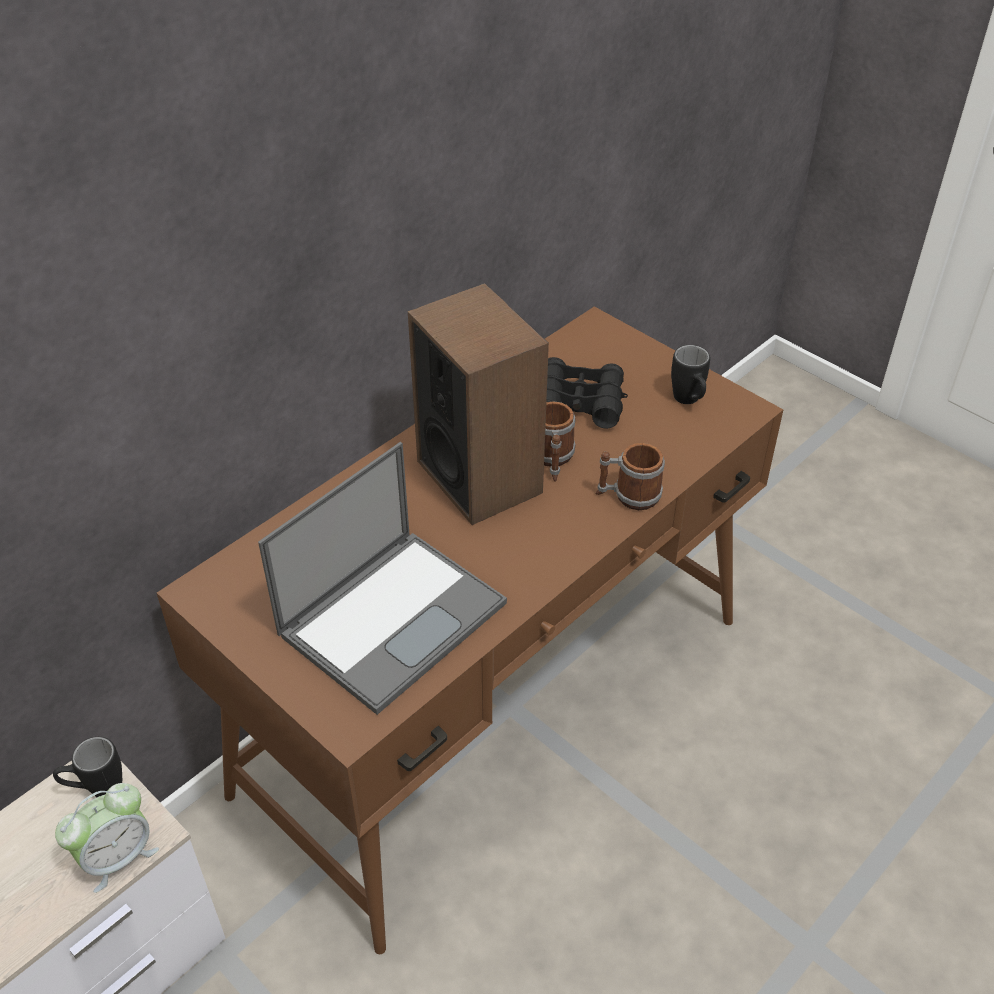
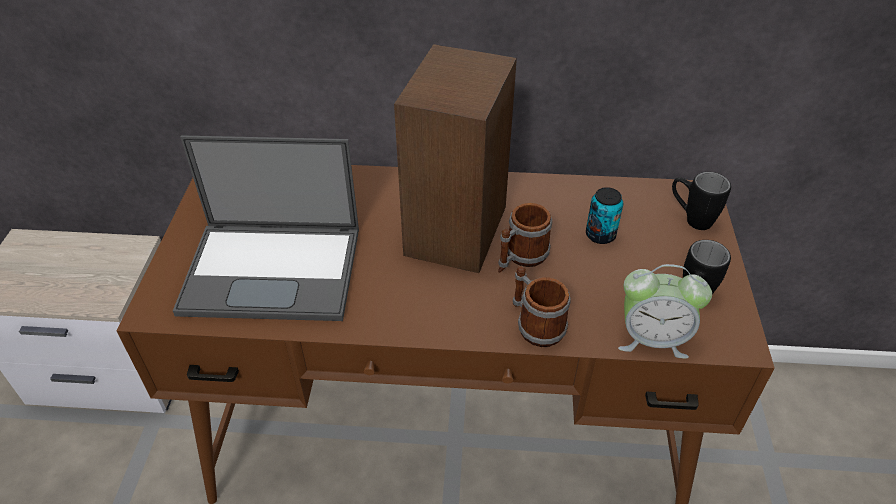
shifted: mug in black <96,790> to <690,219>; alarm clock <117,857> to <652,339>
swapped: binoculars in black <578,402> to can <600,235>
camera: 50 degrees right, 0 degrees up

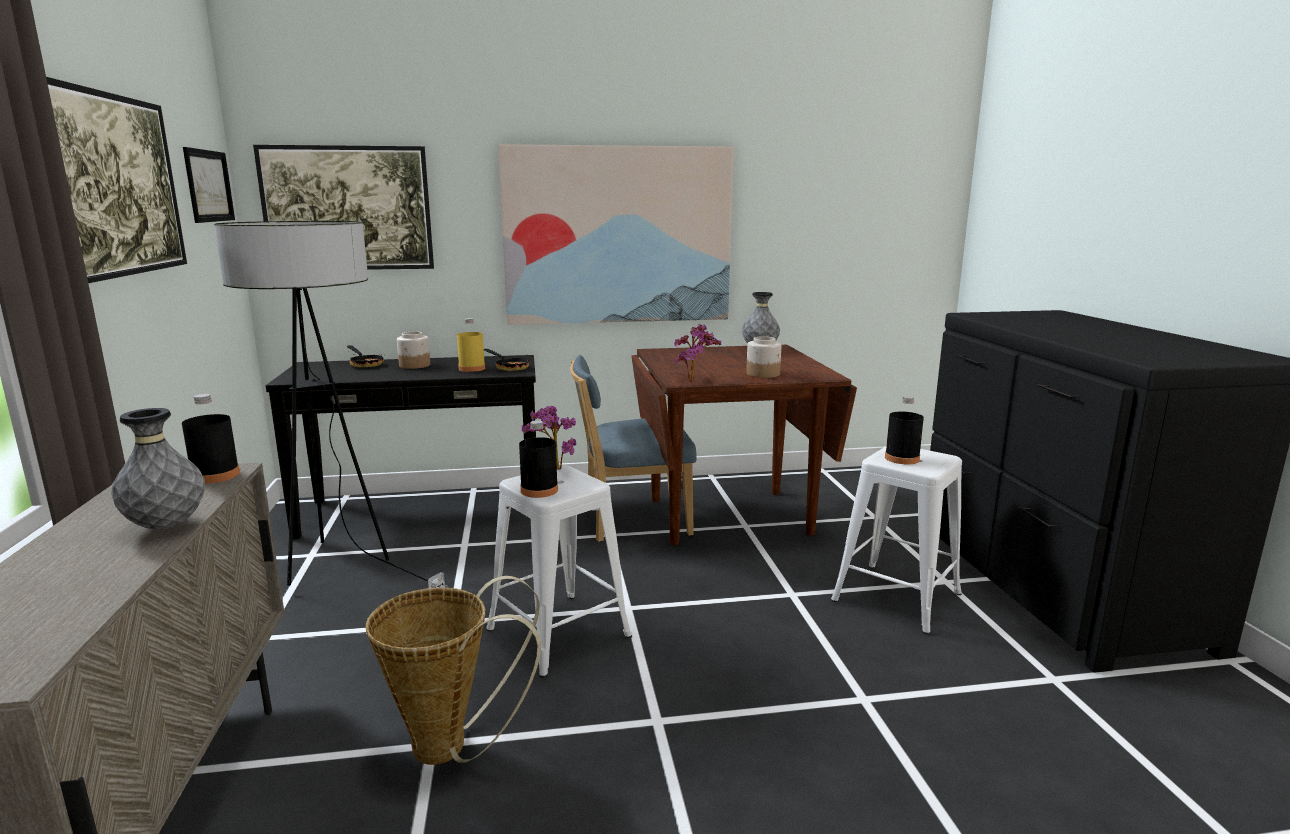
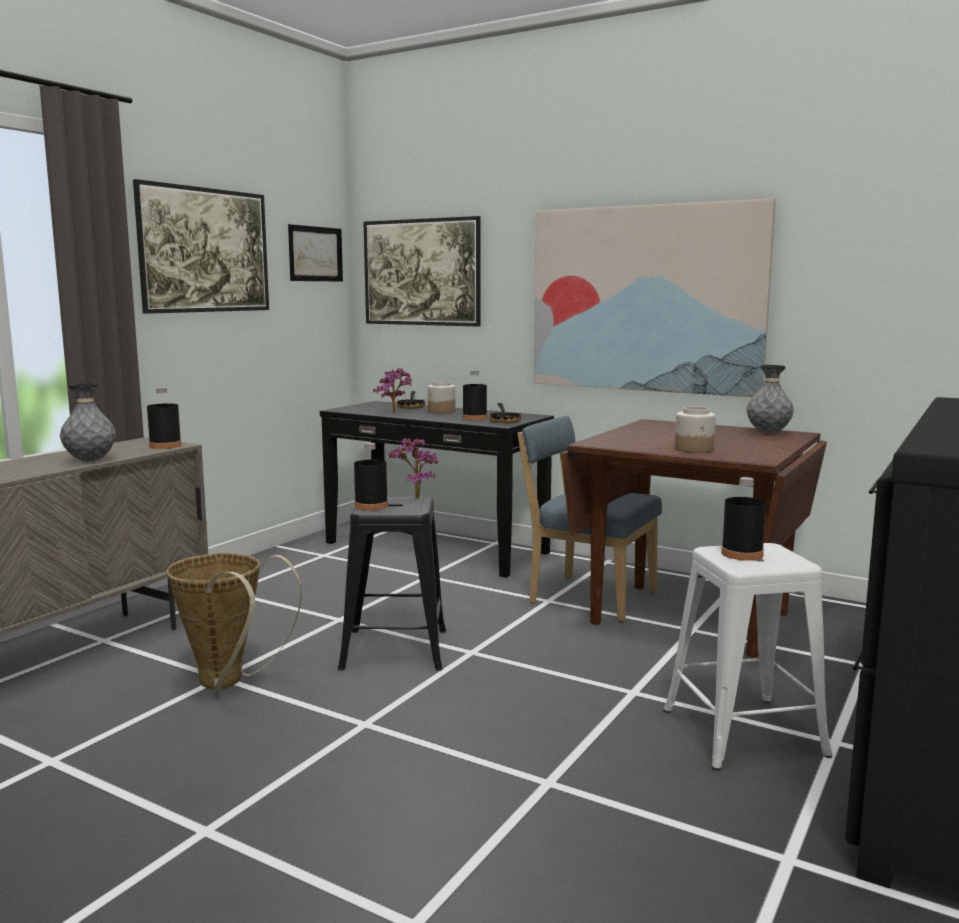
gone: floor lamp <340,570>
shifted: potted plant <694,381> to <395,413>
repainted: bottle in yellow <472,368> to bottle in black <474,418>; stool in white <559,632> to stool in black <395,649>
camera: 40 degrees right, 5 degrees down

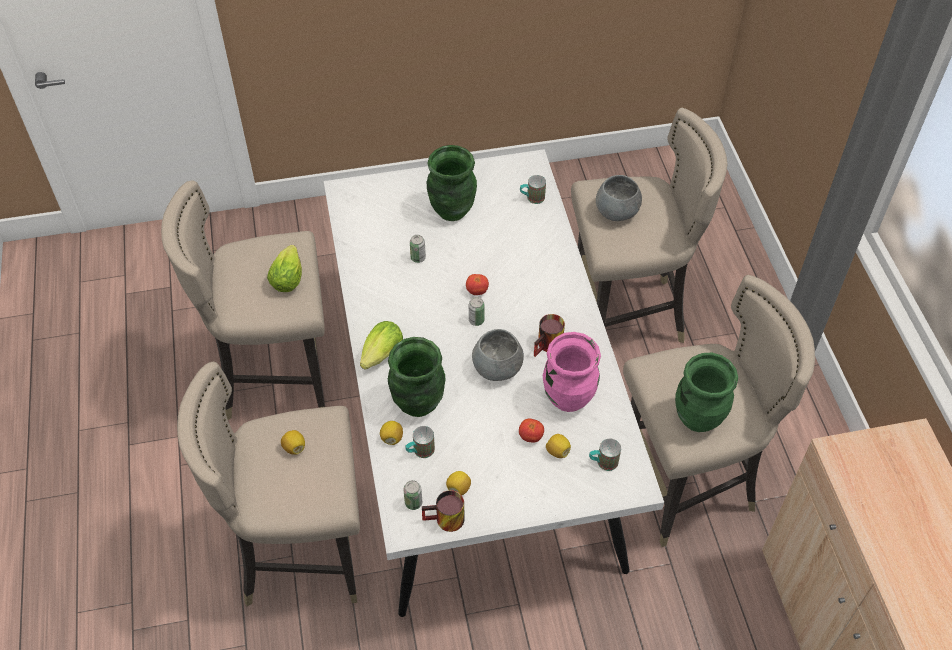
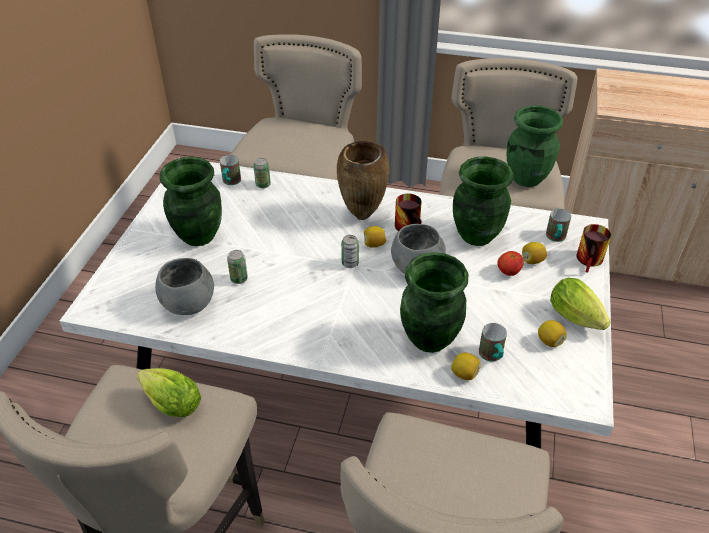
gone: tomato <477,291>
new: vase in brown <362,217>
shifted: bowl in grey <617,212> to <189,303>; lettuce <380,357> to <578,319>; lemon <294,447> to <374,244>; can <413,503> to <263,185>; mug <445,521> to <591,261>
repainted: vase in pink <568,398> to vase in green <476,235>
camera: 65 degrees left, 10 degrees down

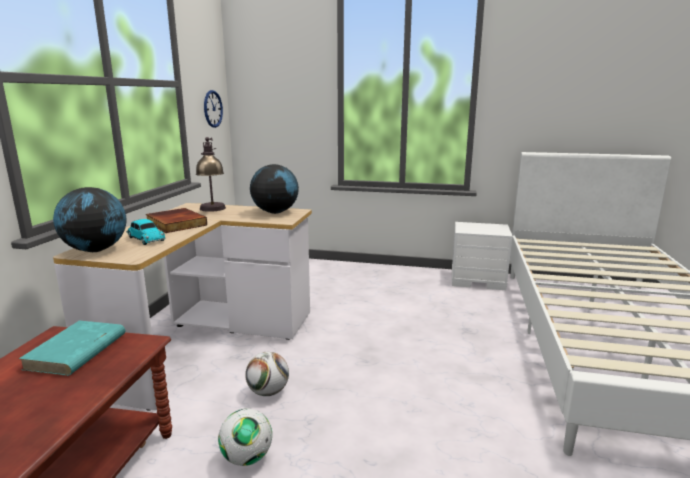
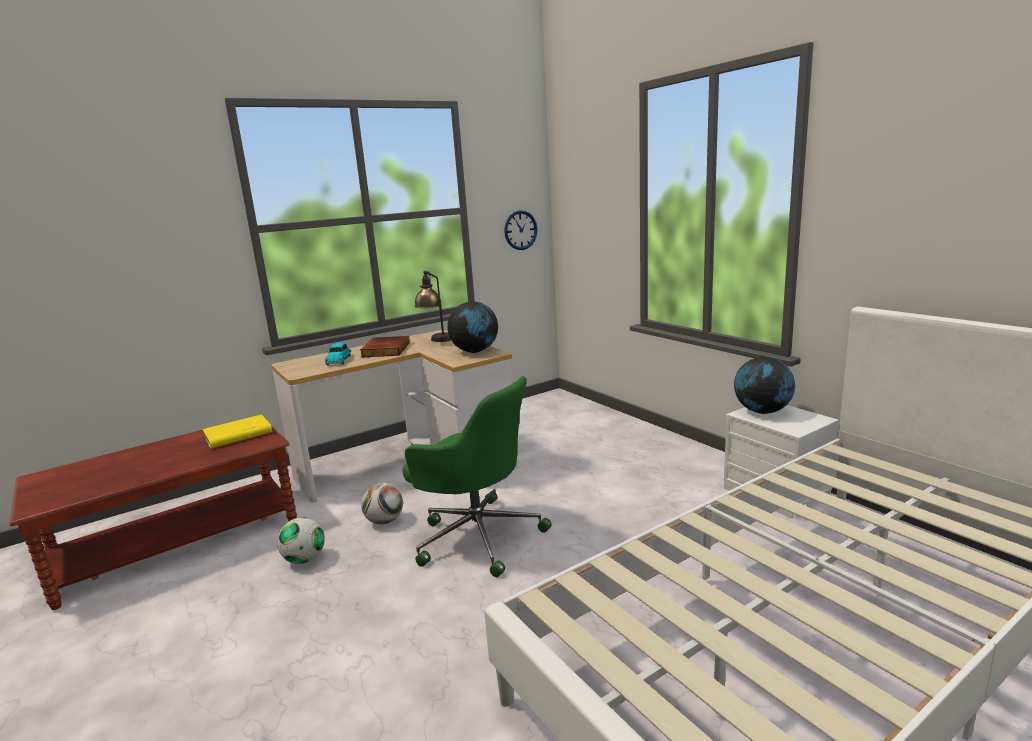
new: office chair in green <477,535>
shifted: globe <96,250> to <762,412>
repainted: book in turquoise <76,352> to book in yellow <237,435>
camera: 45 degrees right, 0 degrees up

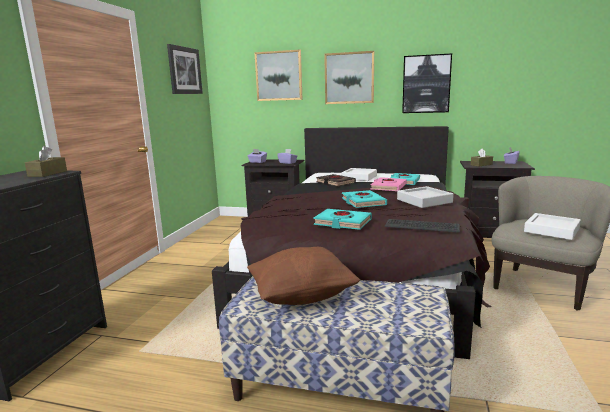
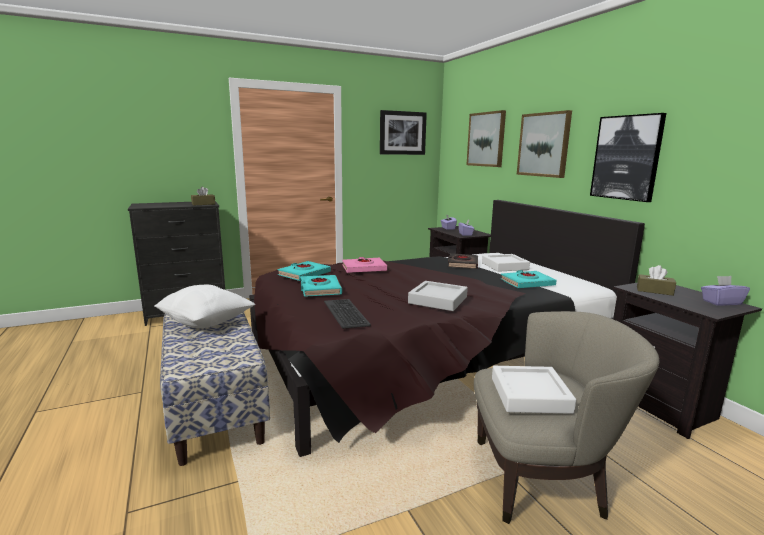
shifted: book in pink <388,187> to <364,268>; book in turquoise <363,202> to <304,274>
repainted: pillow in brown <302,296> to pillow in white <206,323>
camera: 50 degrees right, 0 degrees up

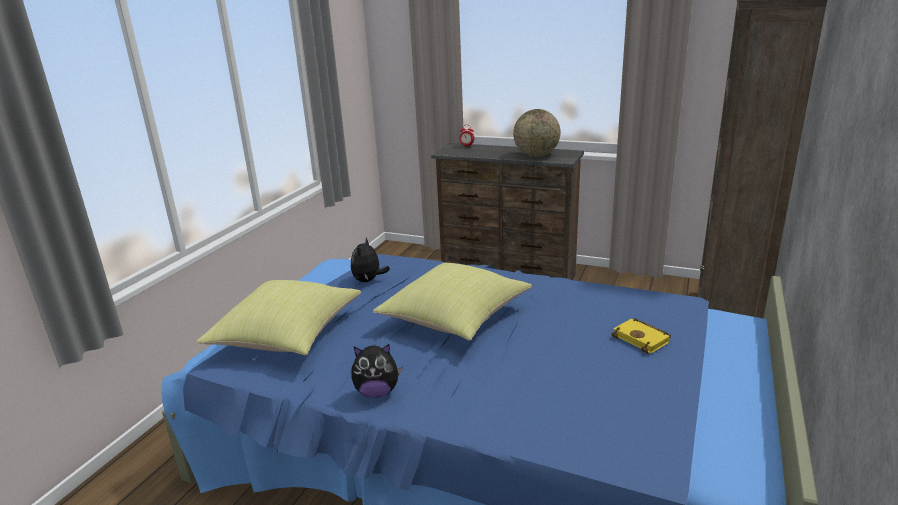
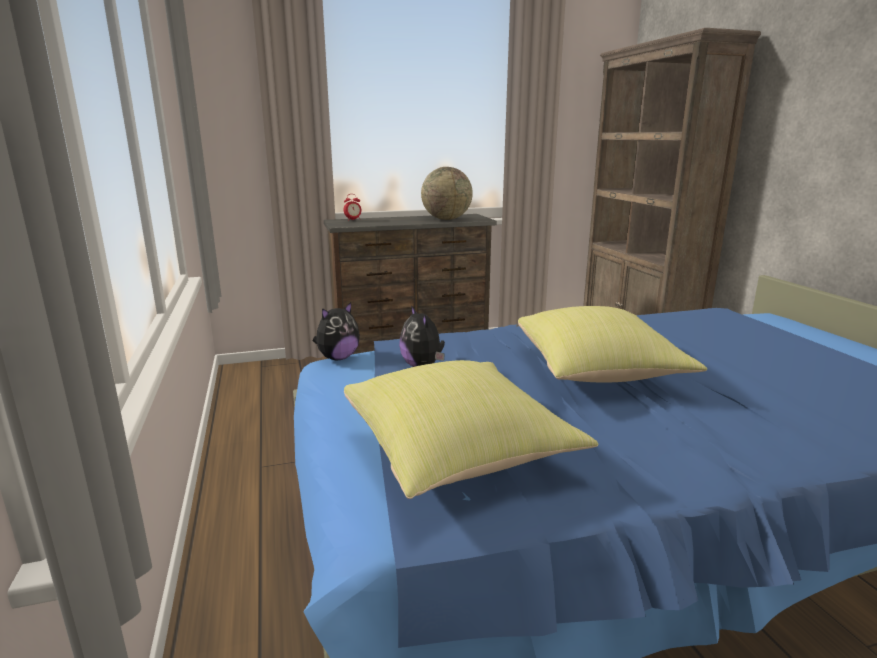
gone: book in yellow <643,339>
shifted: plush toy <377,392> to <338,358>
camera: 40 degrees left, 5 degrees down

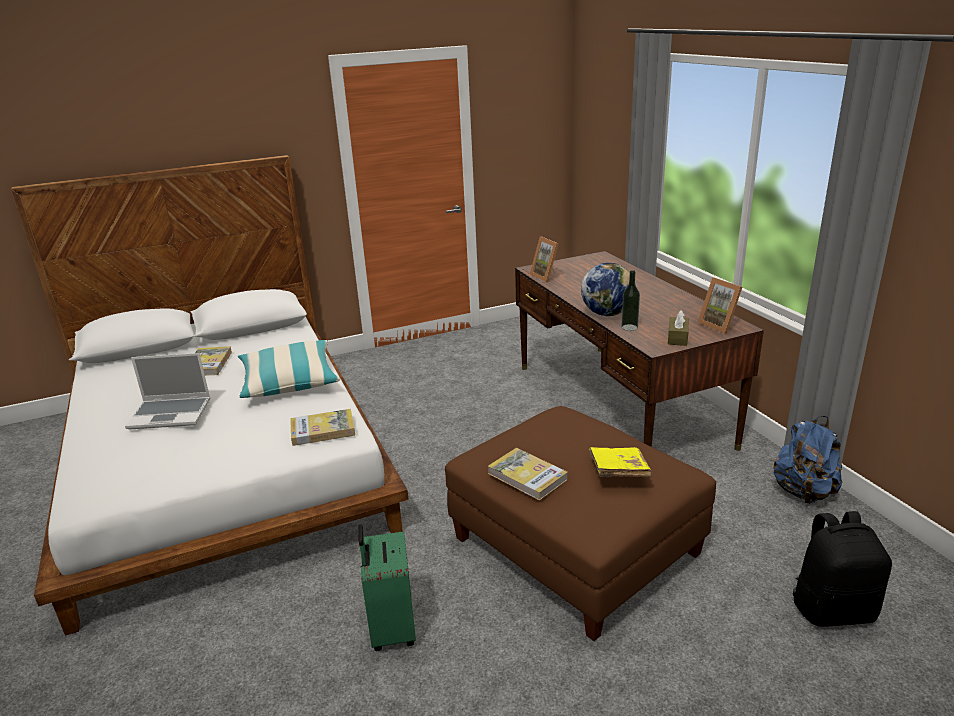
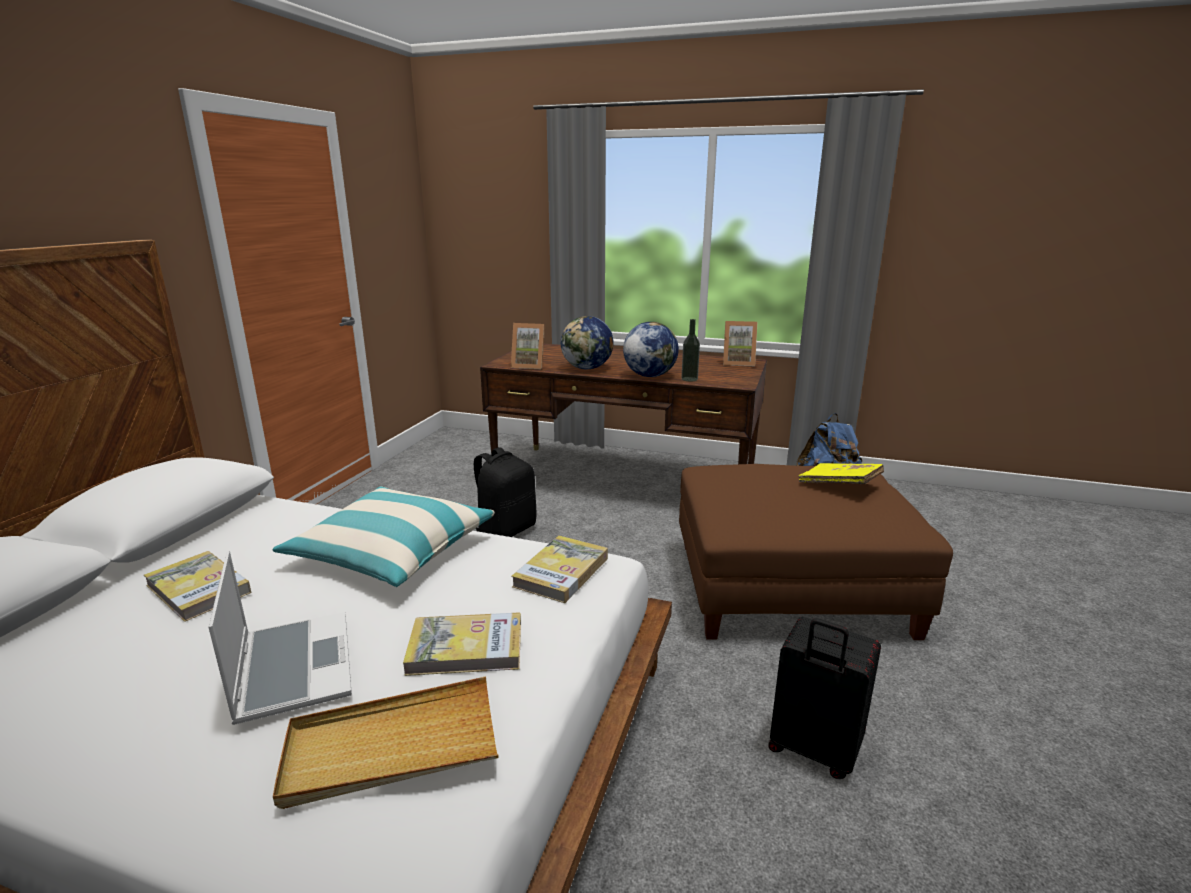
gone: tissue box in brown <677,338>
new: globe <587,368>; tray in beige <391,747>
shifted: book <527,476> to <466,648>; backpack in black <832,609> to <505,530>
repainted: suitcase in green <391,630> to suitcase in black <812,751>
rotated: laptop <171,414> = <292,667> 60 degrees counterclockwise
camera: 50 degrees left, 5 degrees down

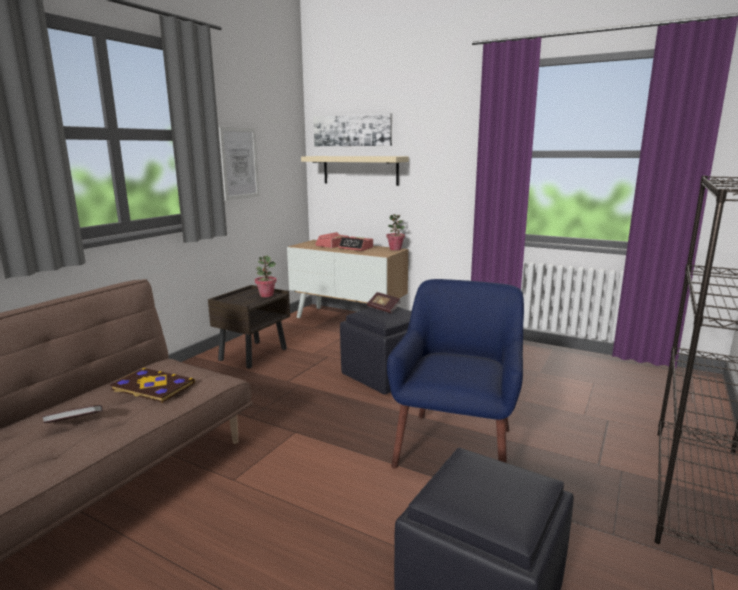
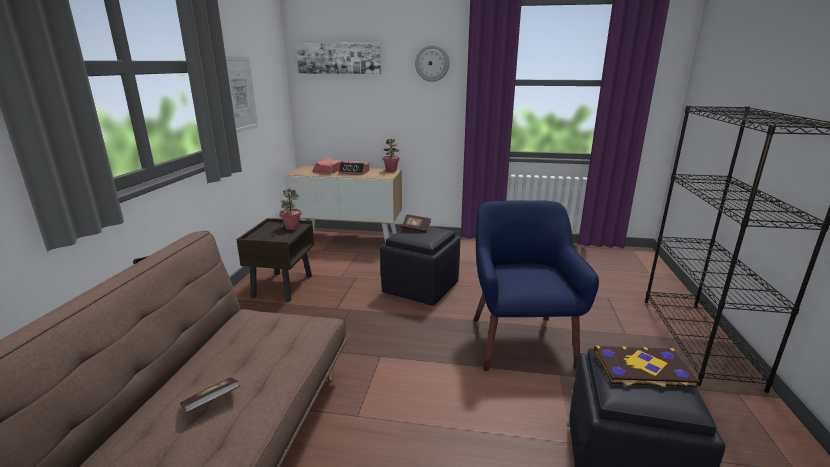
gone: shelf in beige <360,170>
new: wall clock <432,63>
shifted: book <152,387> to <643,369>
camera: 20 degrees left, 5 degrees up

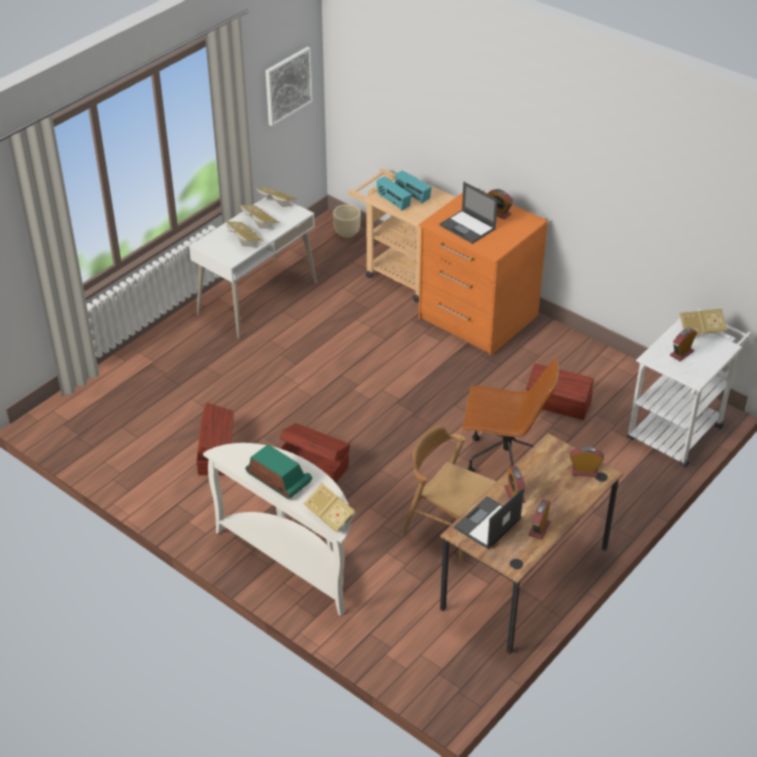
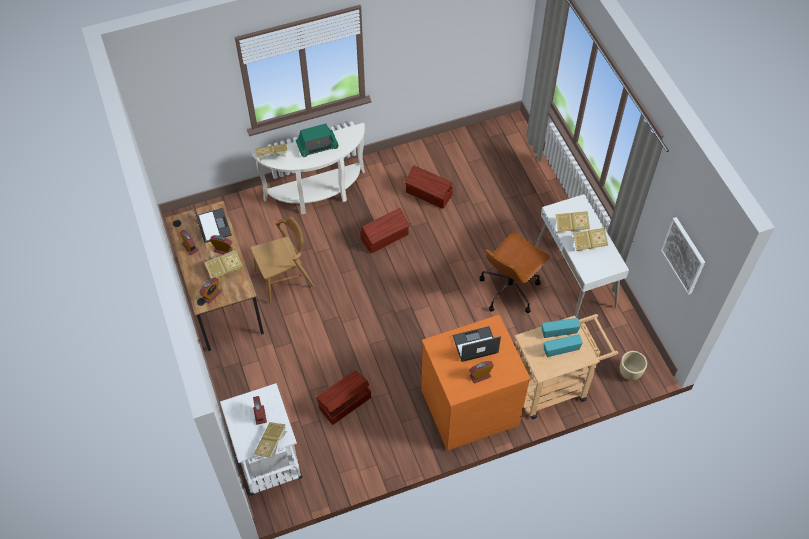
shifted: book <276,204> to <224,269>; office chair in brown <504,460> to <509,289>
camera: 120 degrees right, 15 degrees up

